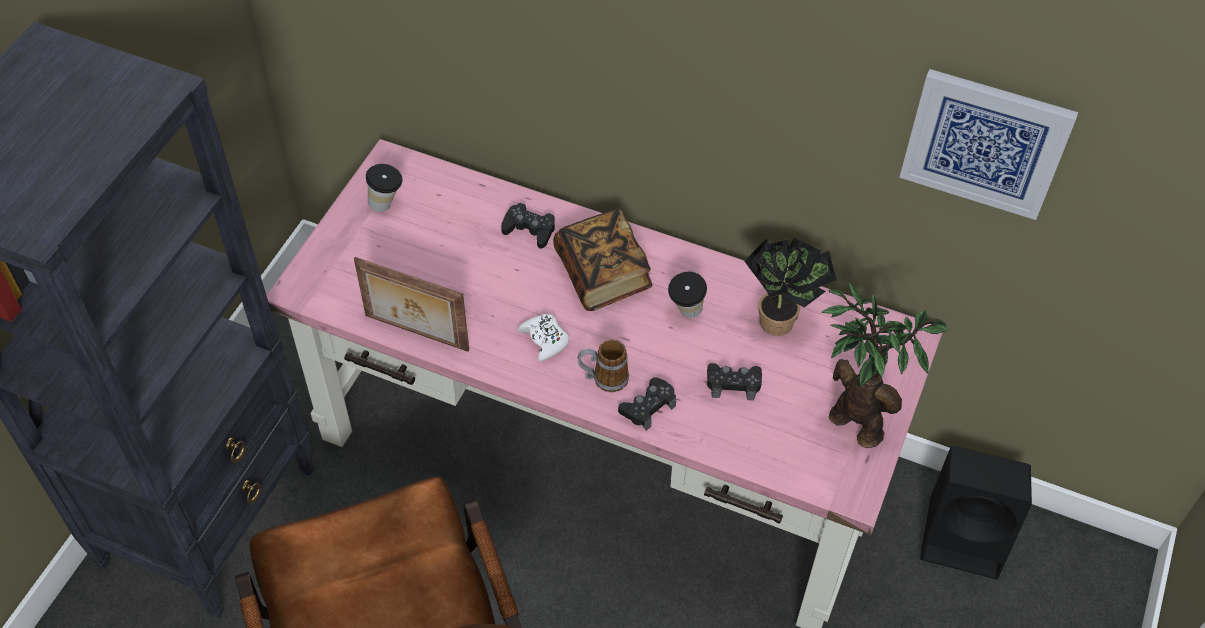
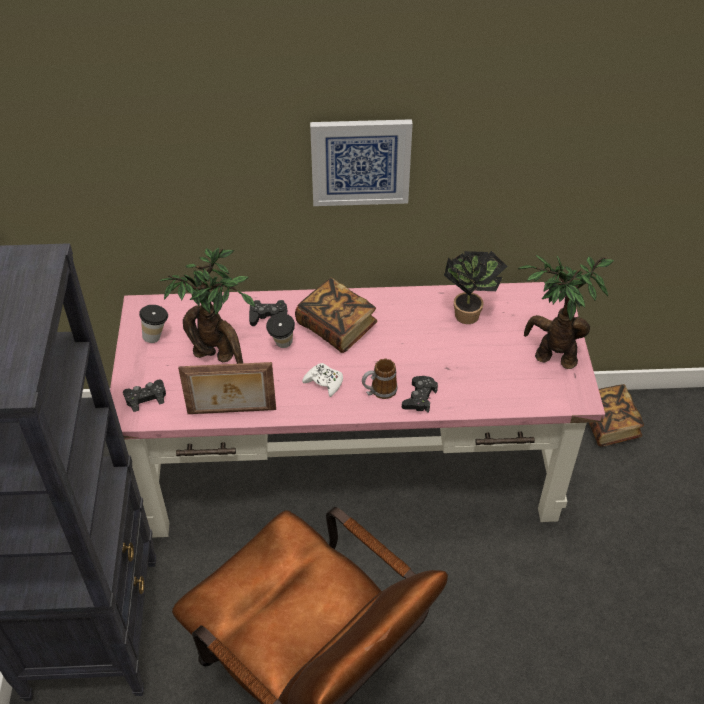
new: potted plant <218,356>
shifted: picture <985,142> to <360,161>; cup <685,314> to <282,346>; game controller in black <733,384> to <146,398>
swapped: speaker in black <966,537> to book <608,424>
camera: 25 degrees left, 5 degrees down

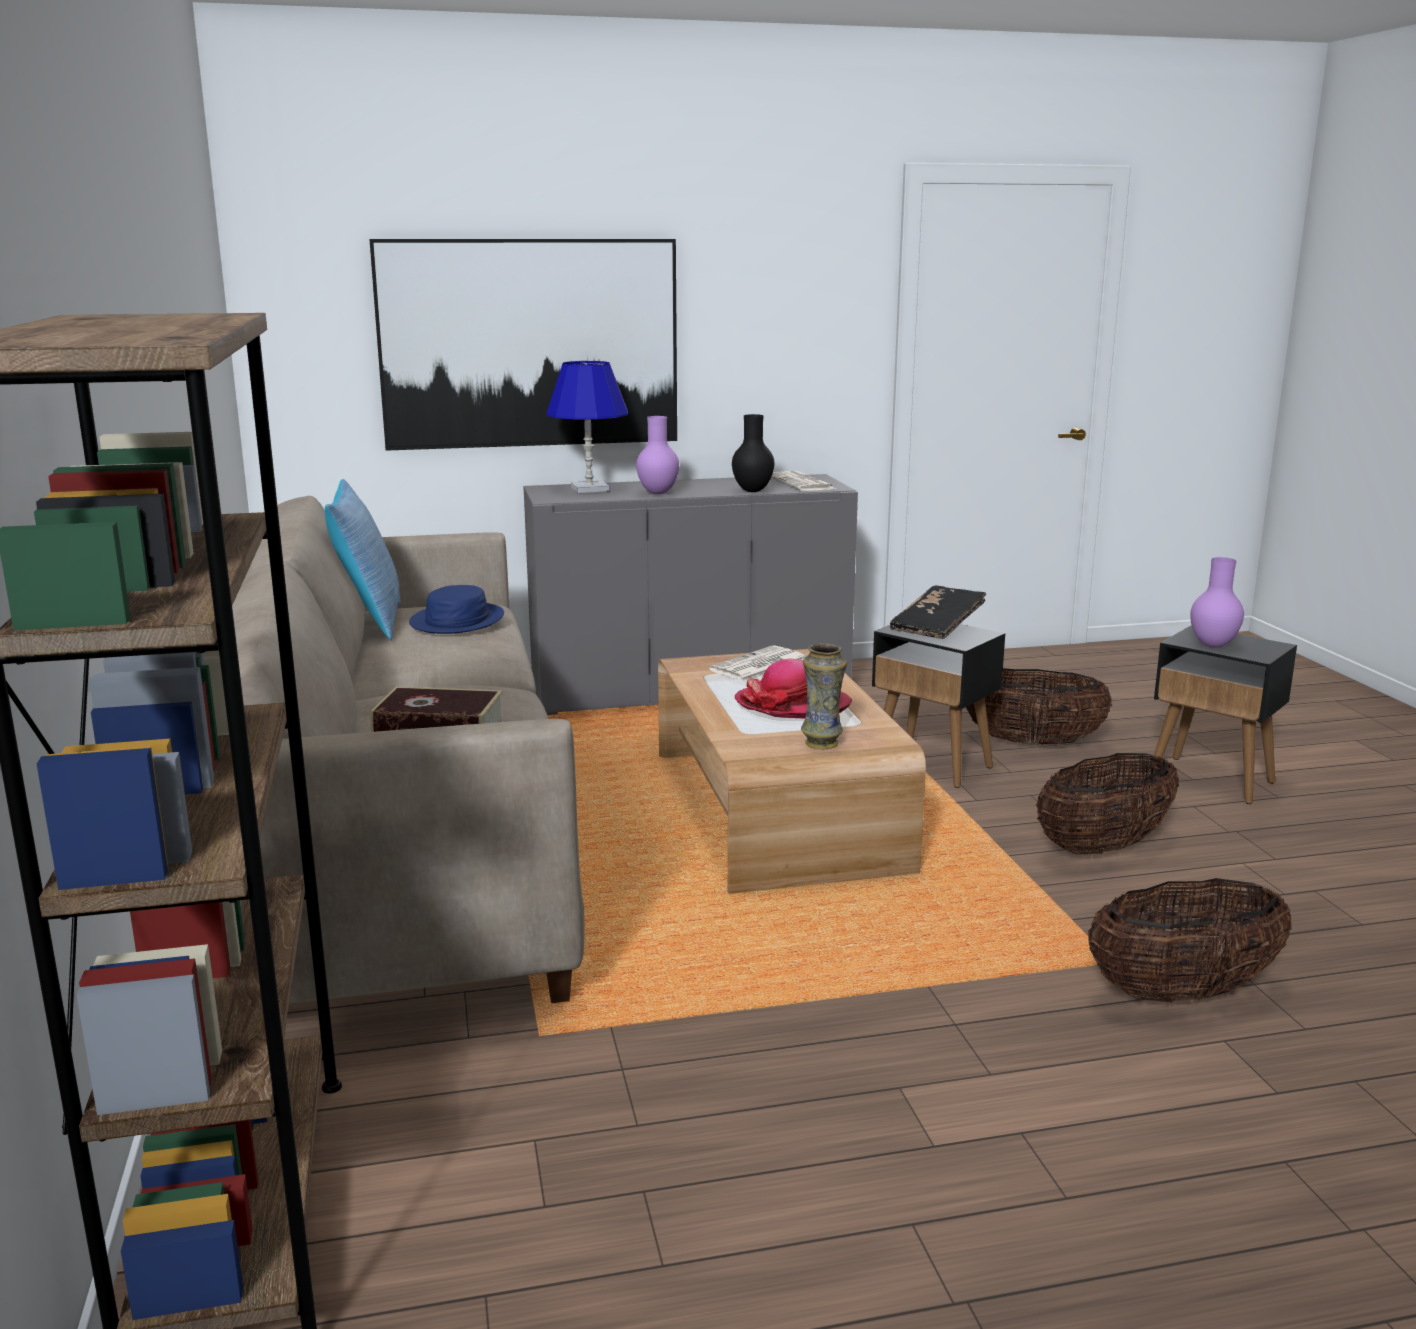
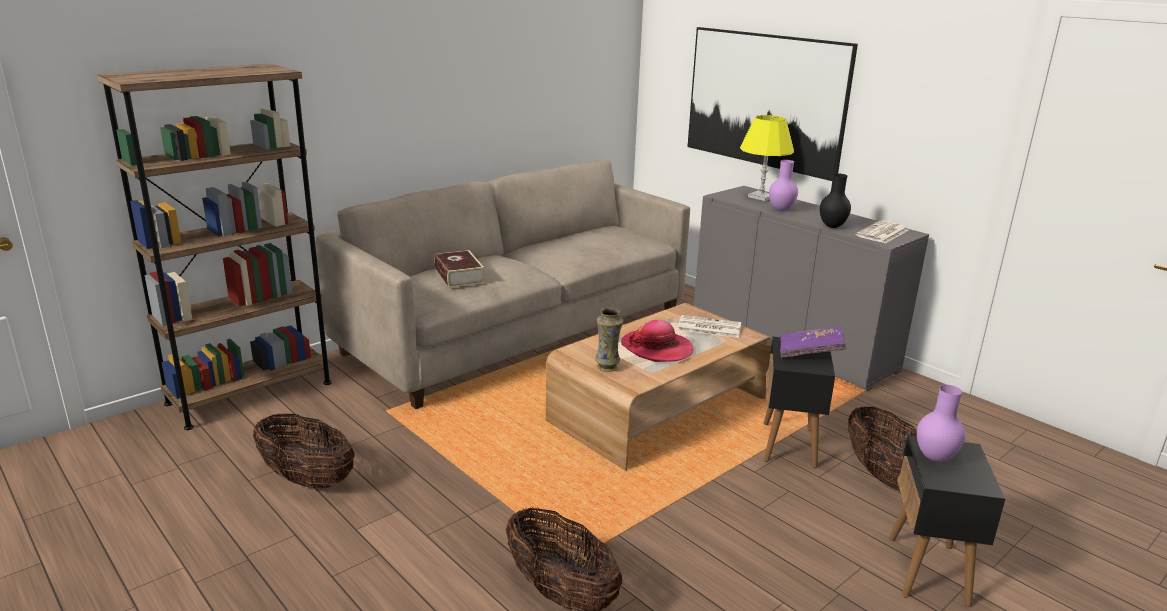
gone: pillow <369,622>; hat in blue <457,621>
shifted: basket <1103,847> to <307,479>
repainted: table lamp in blue <589,489> to table lamp in yellow <761,197>; book in black <937,627> to book in purple <810,352>
camera: 60 degrees right, 5 degrees up

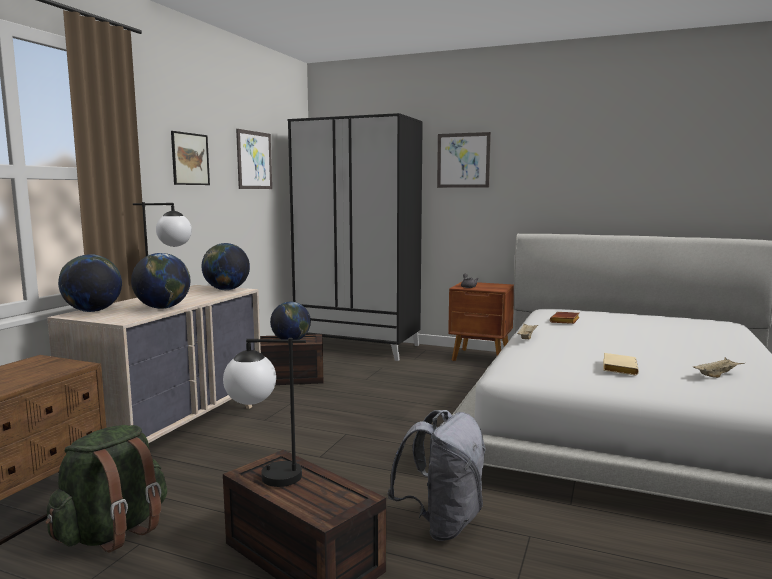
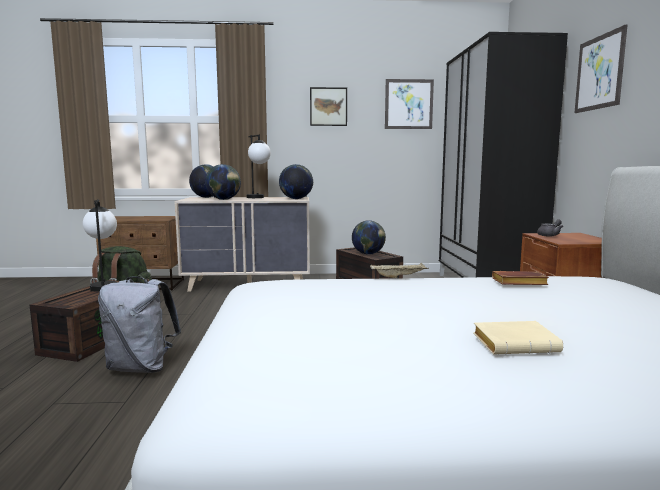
gone: tray in beige <717,375>
shifted: book in beige <618,368> to <516,344>
camera: 65 degrees right, 0 degrees up

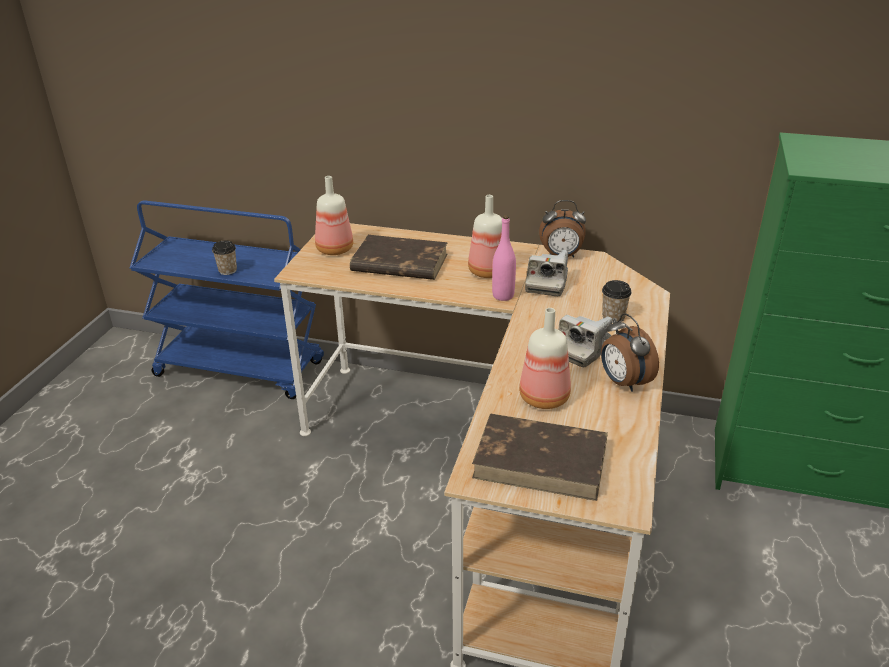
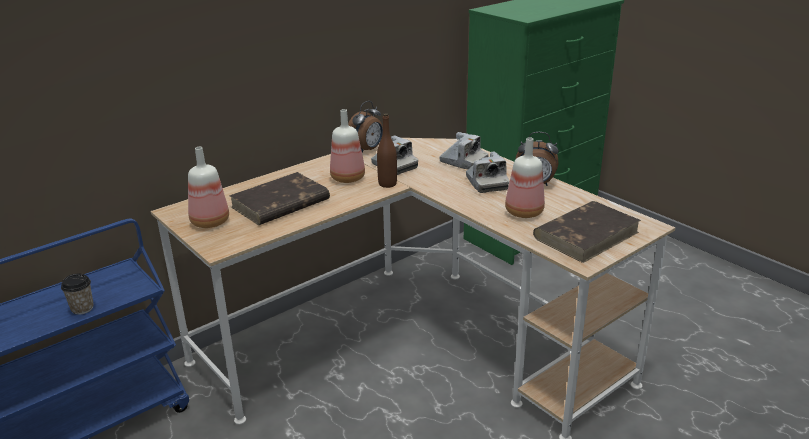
swapped: cup <613,317> to photo camera <463,162>
repainted: bottle in pink <503,296> to bottle in brown <387,184>
camera: 55 degrees left, 5 degrees down

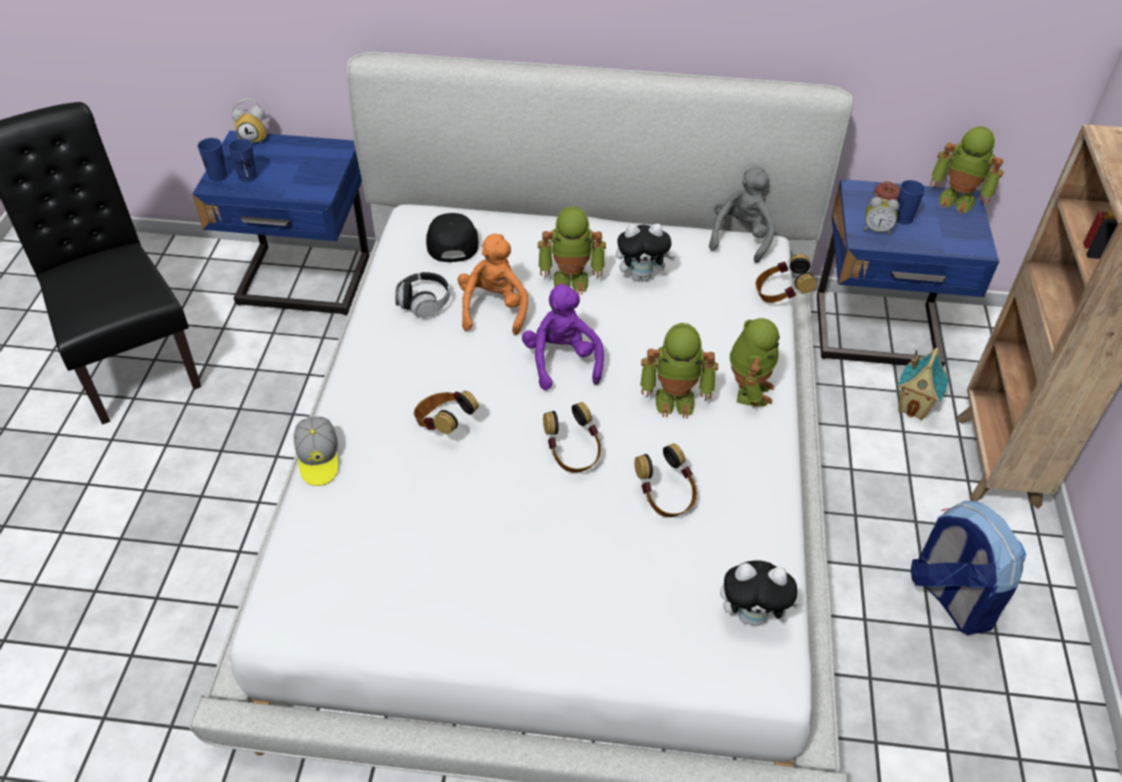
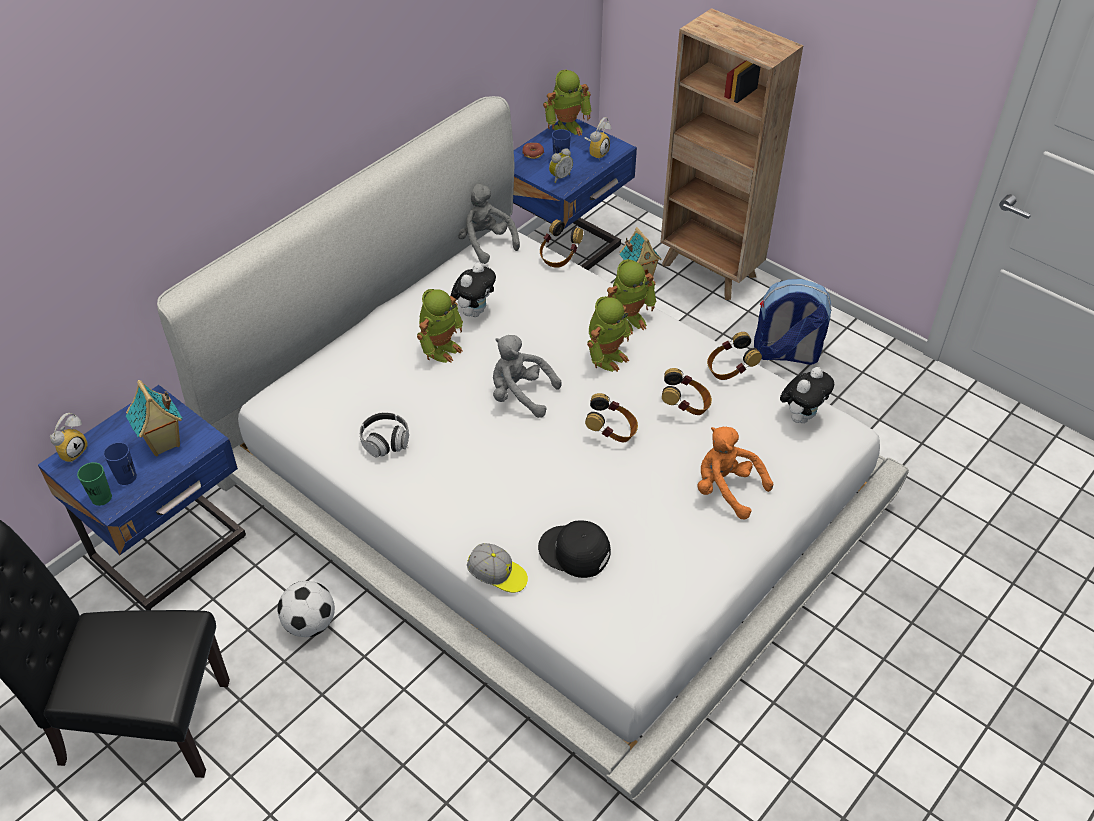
new: alarm clock <596,153>; toy house <163,444>; football <310,624>
shifted: cap in black <451,241> to <574,552>; plush toy in orange <494,308> to <726,489>; headphones <444,425> to <729,370>
repainted: cup in blue <218,176> to cup in green <101,498>; plush toy in purple <562,361> to plush toy in grey <520,395>
rotated: toy robot <748,390> = <628,320> 105 degrees clockwise
camera: 55 degrees left, 0 degrees up

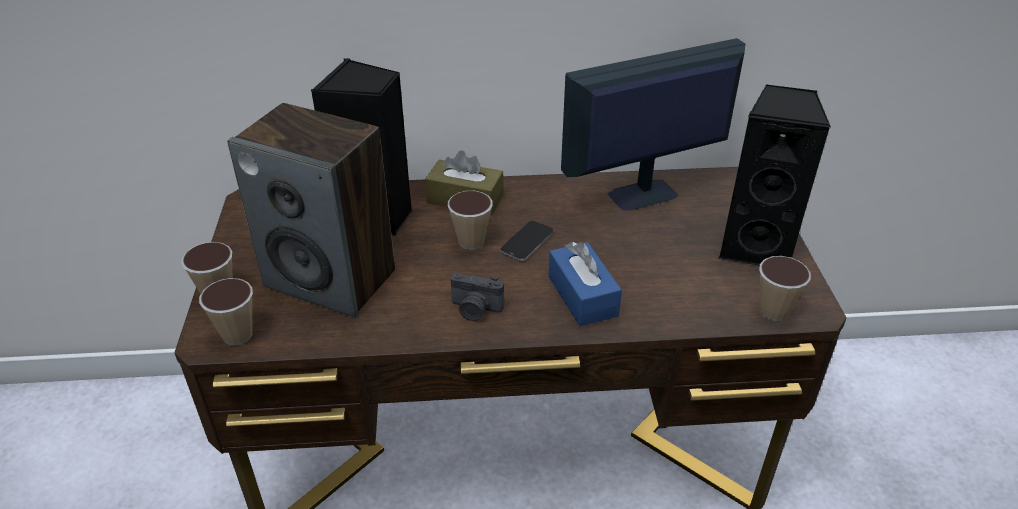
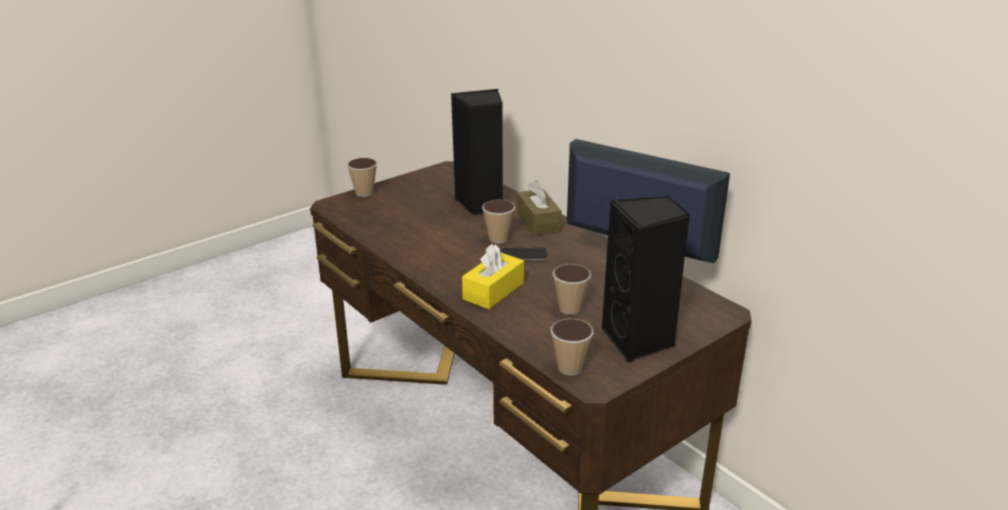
gone: speaker <332,279>; photo camera <475,309>
shifted: cup <237,335> to <570,308>
repainted: tissue box in blue <582,296> to tissue box in yellow <493,291>
camera: 55 degrees right, 10 degrees down

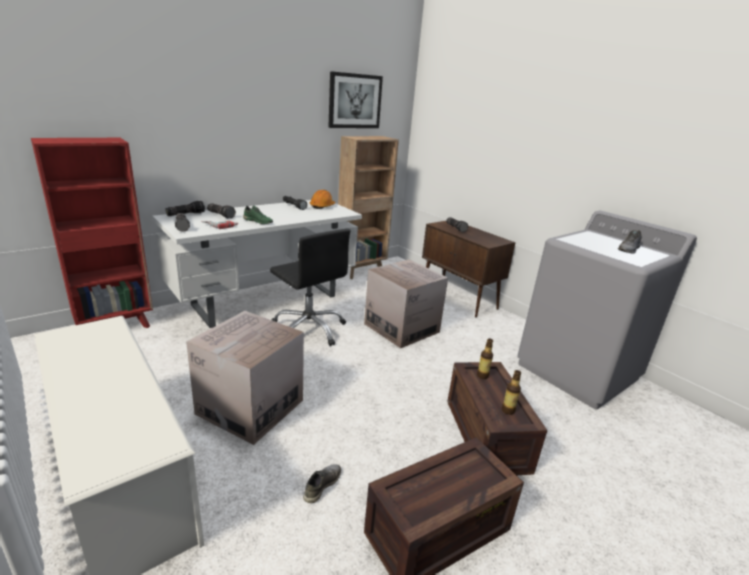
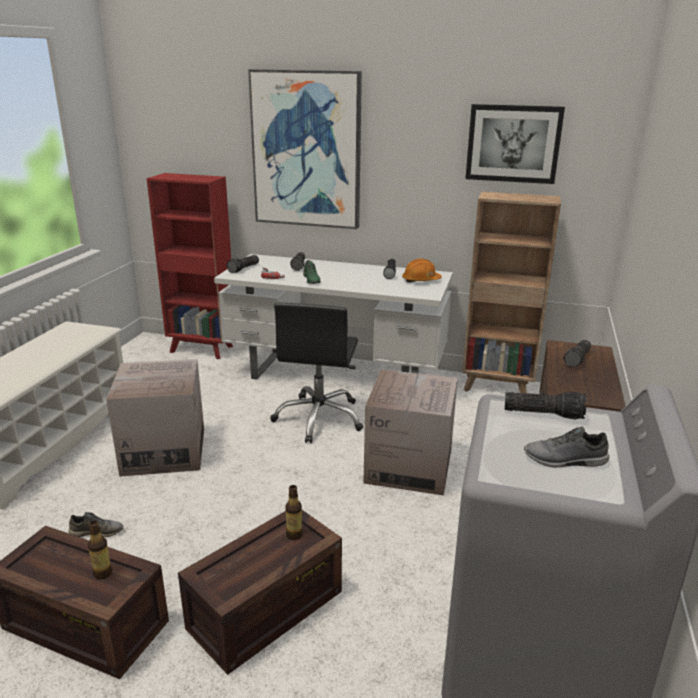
new: picture <307,150>
shifted: flashlight <186,214> to <543,413>; bottle <508,410> to <103,573>
camera: 55 degrees right, 0 degrees up

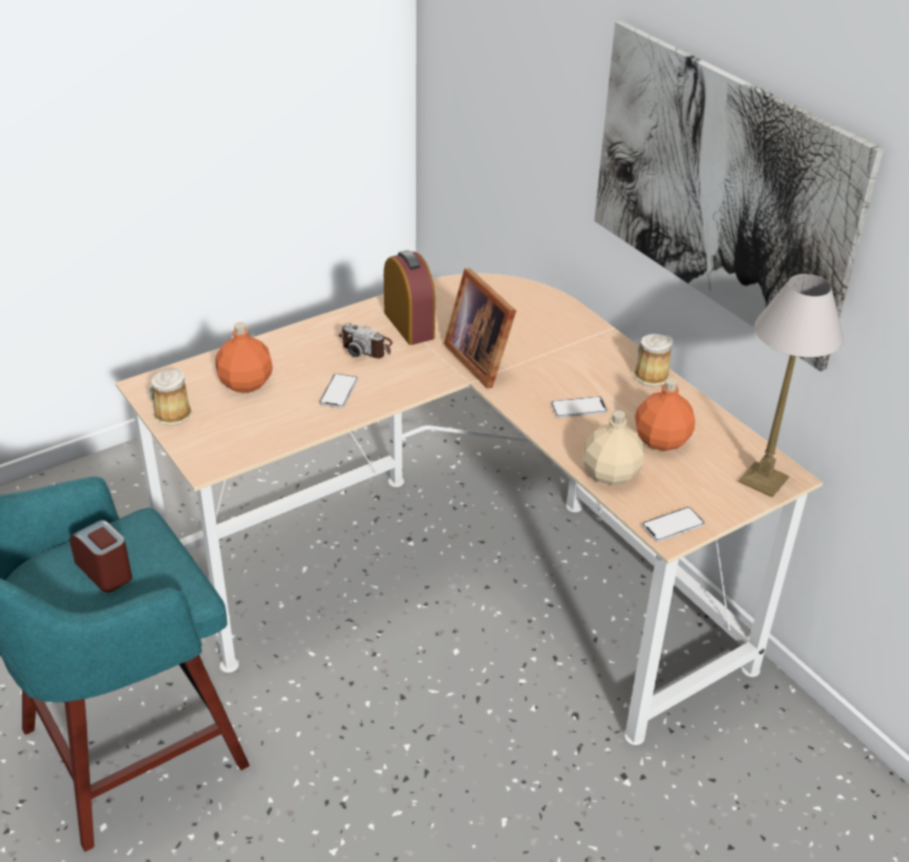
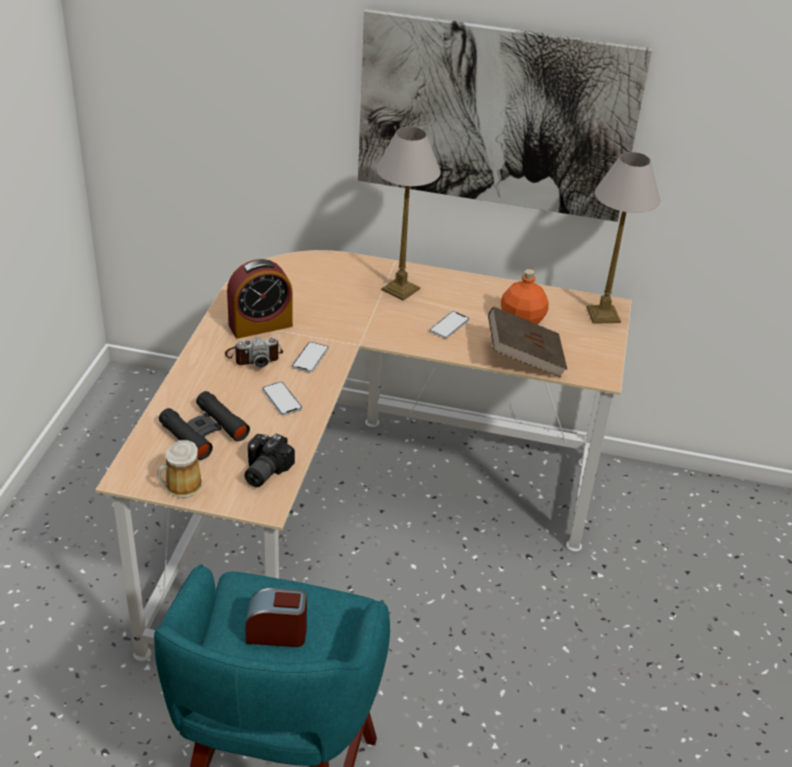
gone: picture frame <481,359>; mug <649,375>
new: table lamp <400,288>; photo camera <262,471>
shifted: phone <673,525> to <310,358>
swapped: bottle in orange <245,383> to binoculars in black <204,431>; bottle in beige <610,474> to book in brown <524,358>
rotated: alarm clock <409,325> = <260,325> 135 degrees clockwise
camera: 45 degrees left, 0 degrees up

